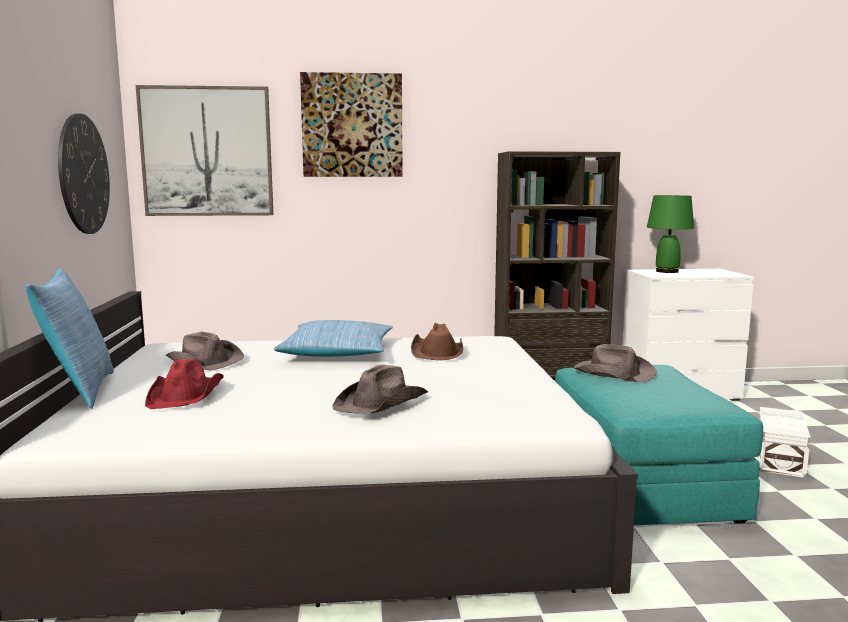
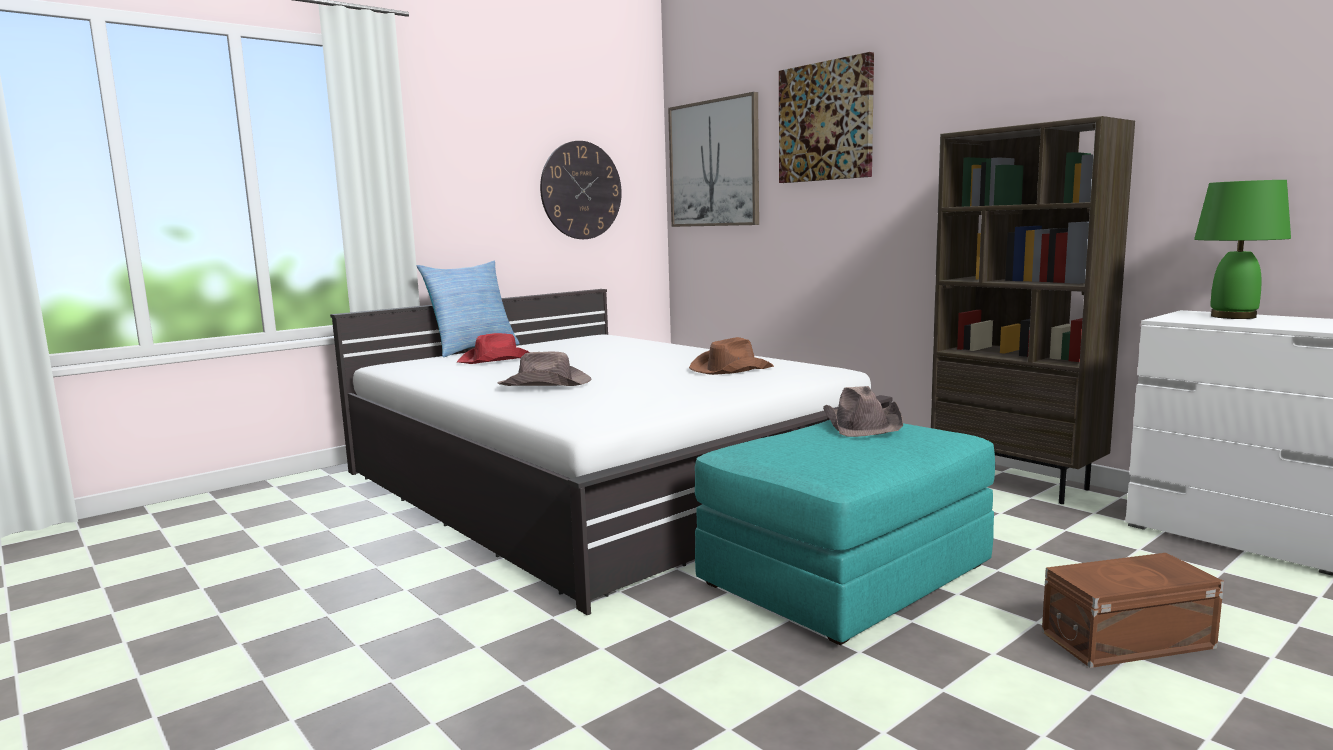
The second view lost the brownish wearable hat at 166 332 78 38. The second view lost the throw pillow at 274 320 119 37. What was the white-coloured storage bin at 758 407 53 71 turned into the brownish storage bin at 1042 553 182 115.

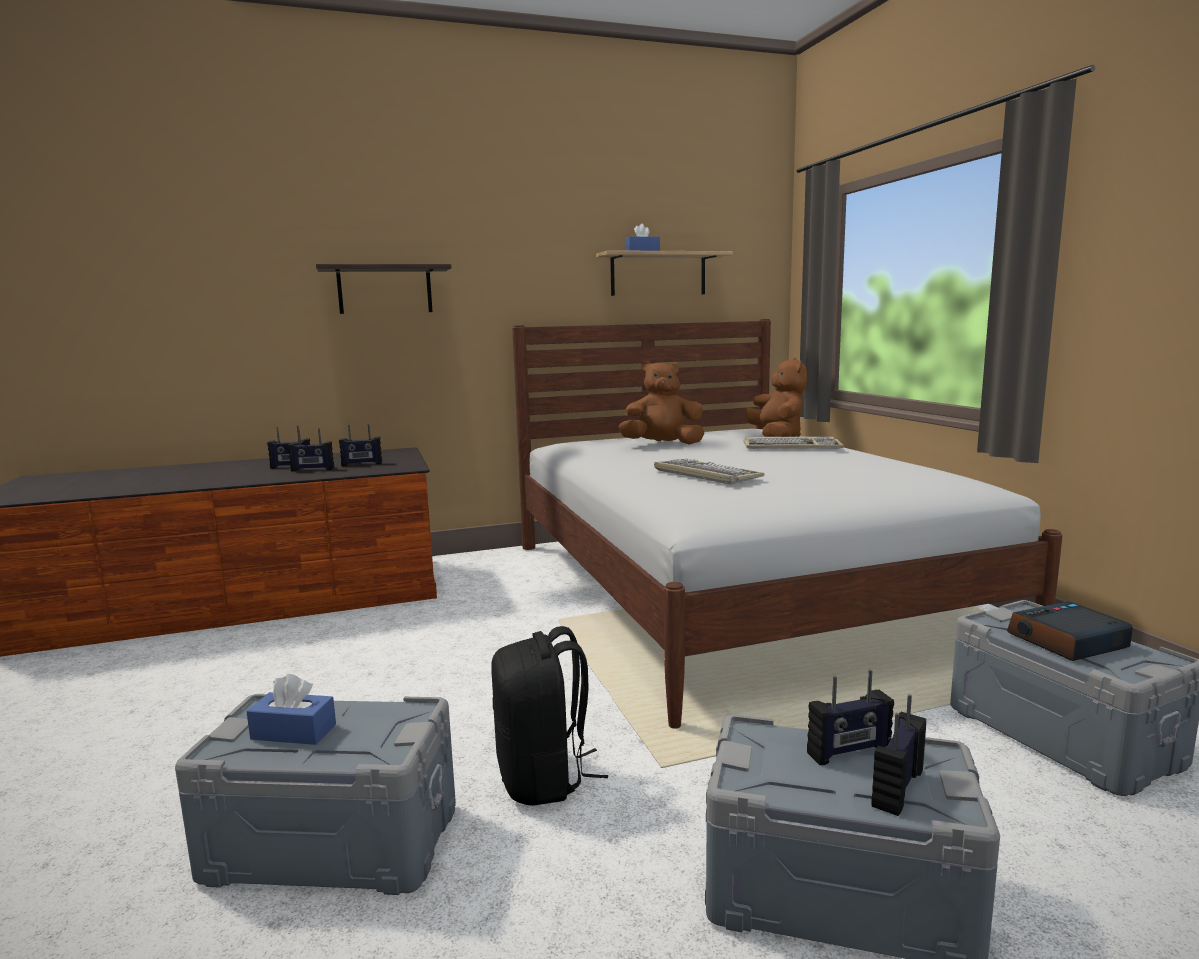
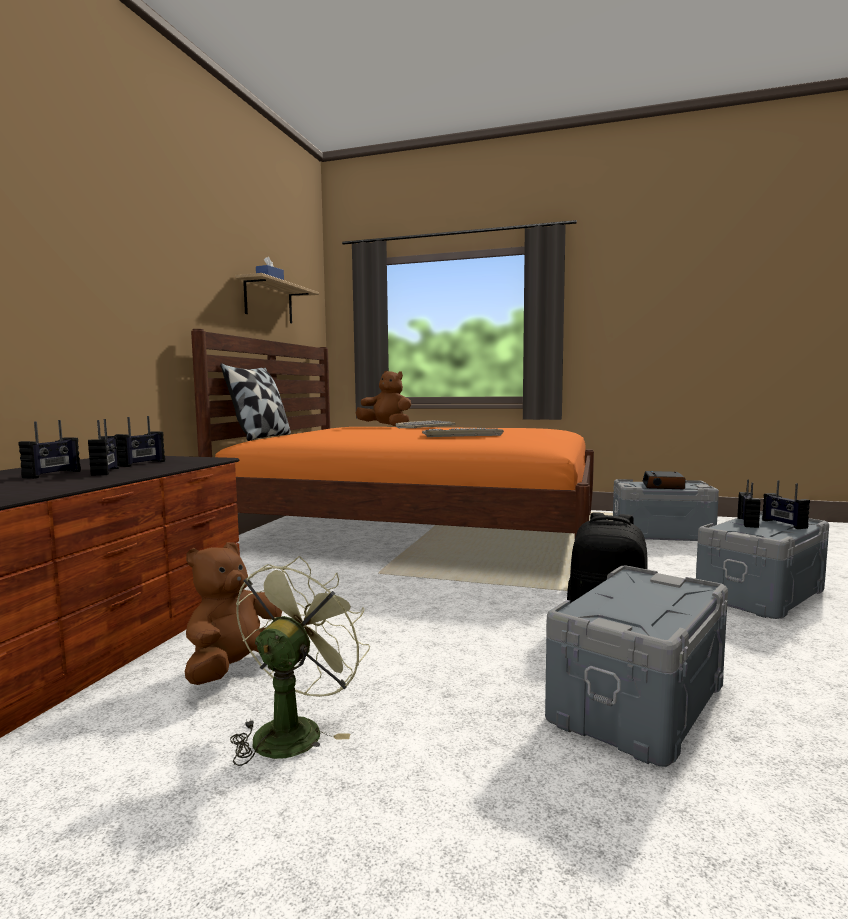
The second view lost the blue box of tissues at 246 674 90 71. The radio set at 288 428 46 44 ended up facing another way, 45 degrees counterclockwise from before. The second view lost the wall shelf at 316 264 135 50. What was the white-coloured bedroom bed at 512 319 551 410 turned into the orange bedroom bed at 191 329 403 208. The brownish cuddly toy ended up elsewhere, having gone from 619 361 85 83 to 185 542 97 143. The second view gained the throw pillow at 220 363 71 78. The second view gained the green-coloured fan at 230 556 140 210.

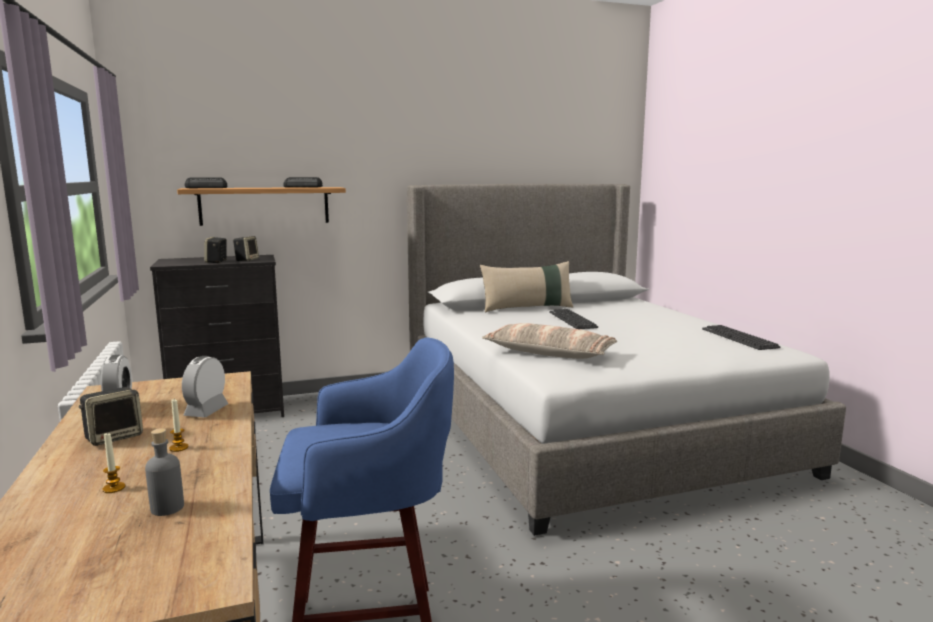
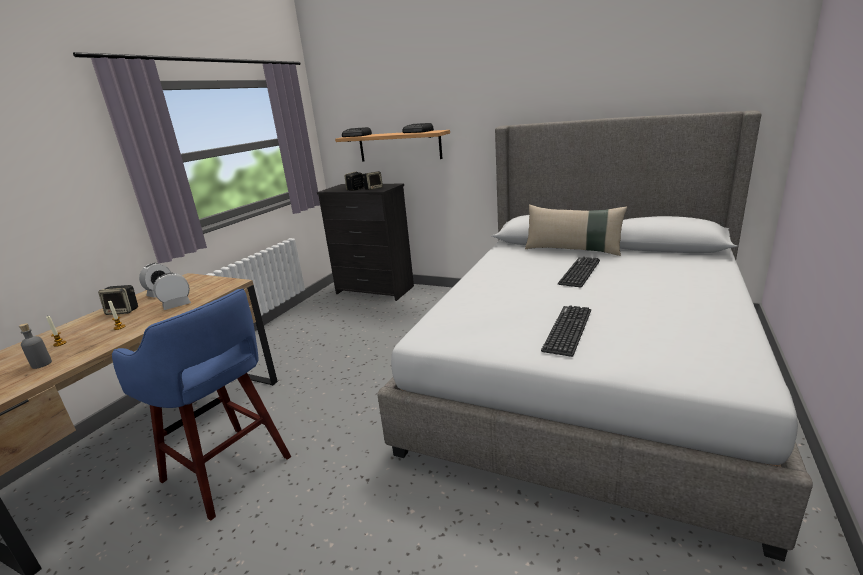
The second view lost the throw pillow at 482 323 135 36. The PC keyboard ended up elsewhere, having gone from 702 325 79 25 to 541 305 50 52.

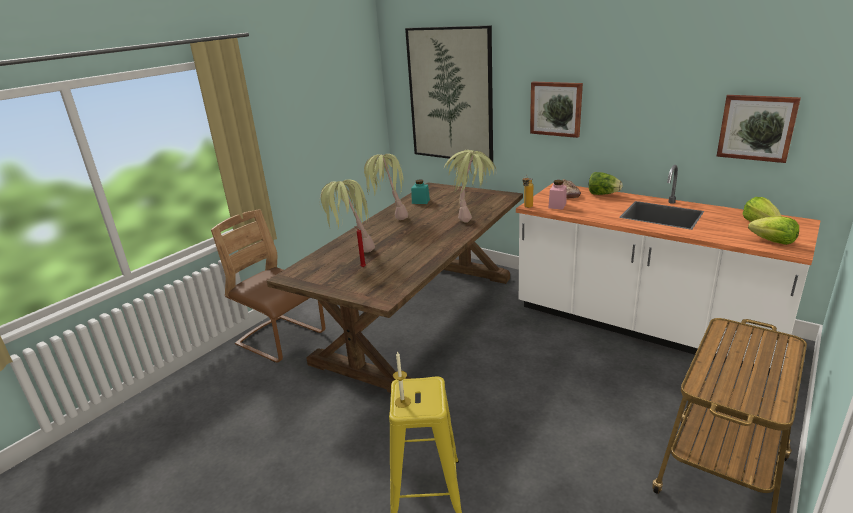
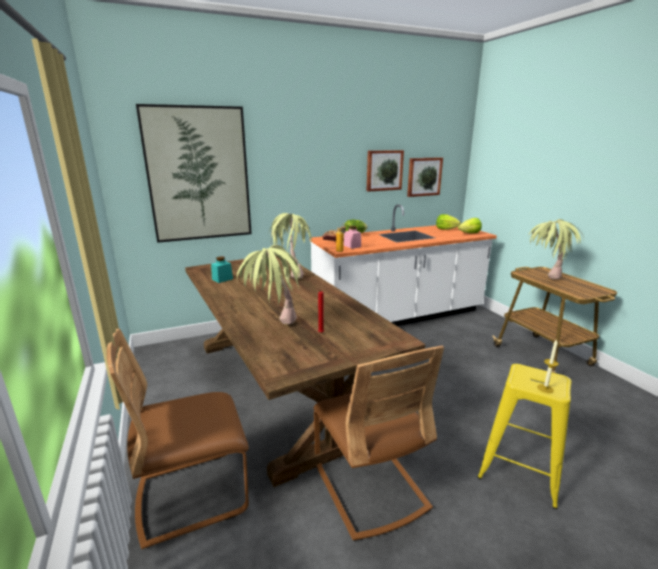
The houseplant ended up elsewhere, having gone from 364 154 44 66 to 528 219 56 60. The picture ended up elsewhere, having gone from 530 81 53 57 to 367 150 37 42. The second view gained the brownish chair at 314 345 130 196.

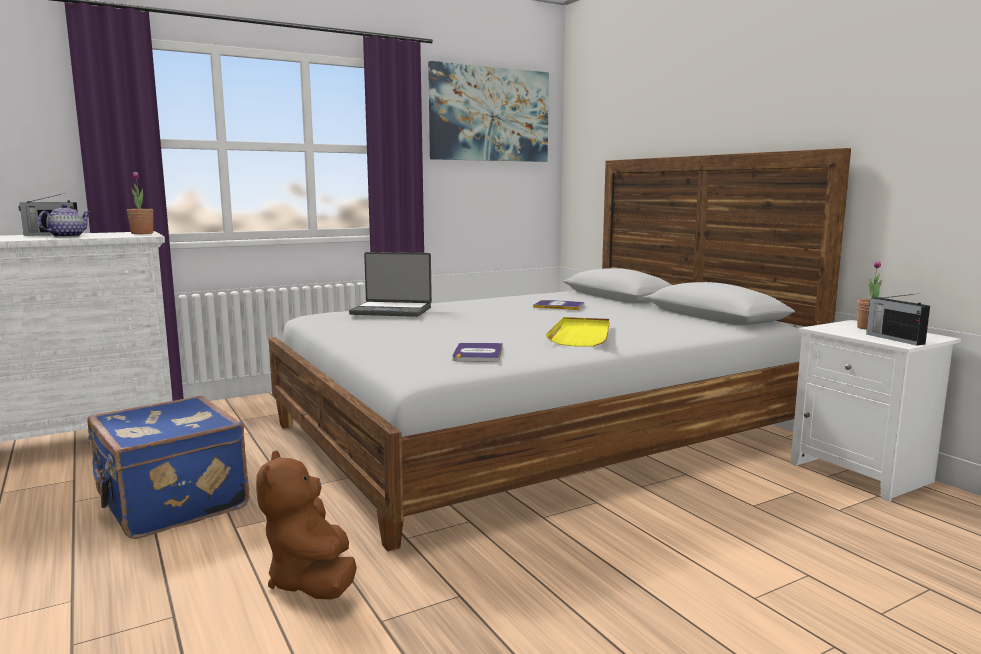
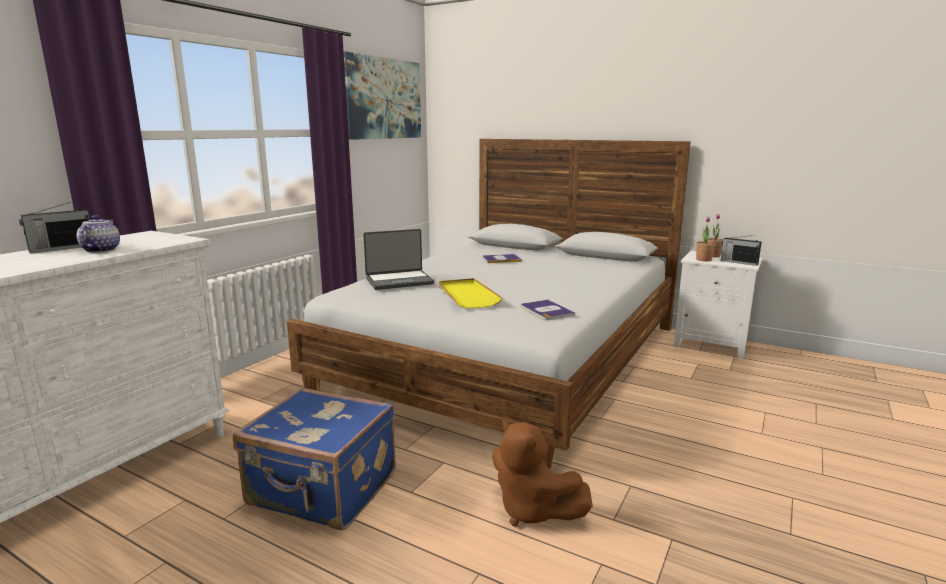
The houseplant ended up elsewhere, having gone from 127 172 27 62 to 696 217 19 45. The yellow-coloured carrying tray ended up elsewhere, having gone from 546 317 64 29 to 439 278 63 30.

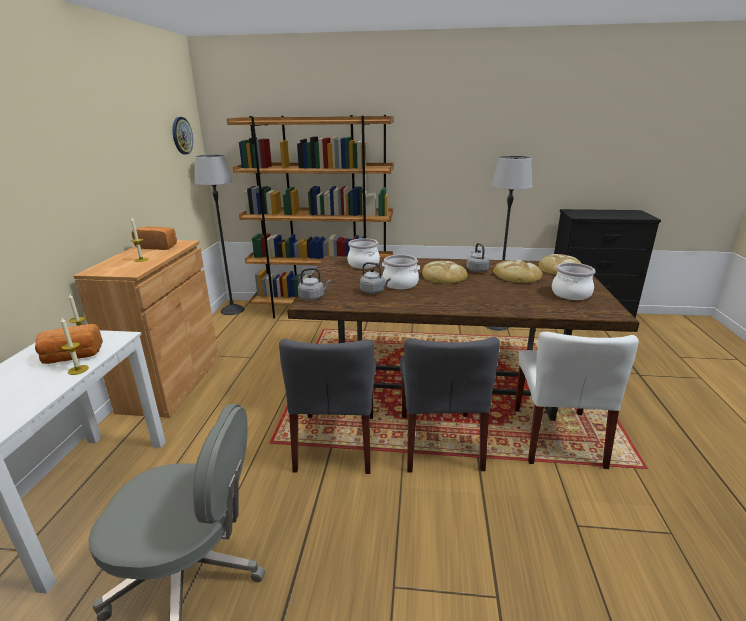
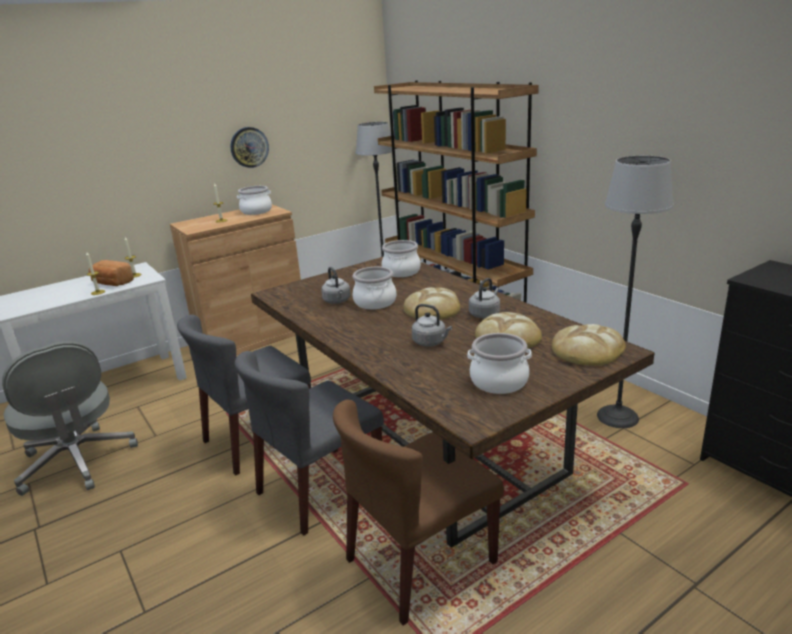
Where the bakery bread stood at 132 227 45 23, the saucepot came to stand at 237 186 35 29. The hanging clock ended up elsewhere, having gone from 173 117 20 38 to 230 127 39 41. The grey tea kettle ended up elsewhere, having gone from 298 268 33 33 to 412 304 40 42. What was the white-coloured chair at 514 332 125 137 turned into the brownish chair at 333 400 171 226.

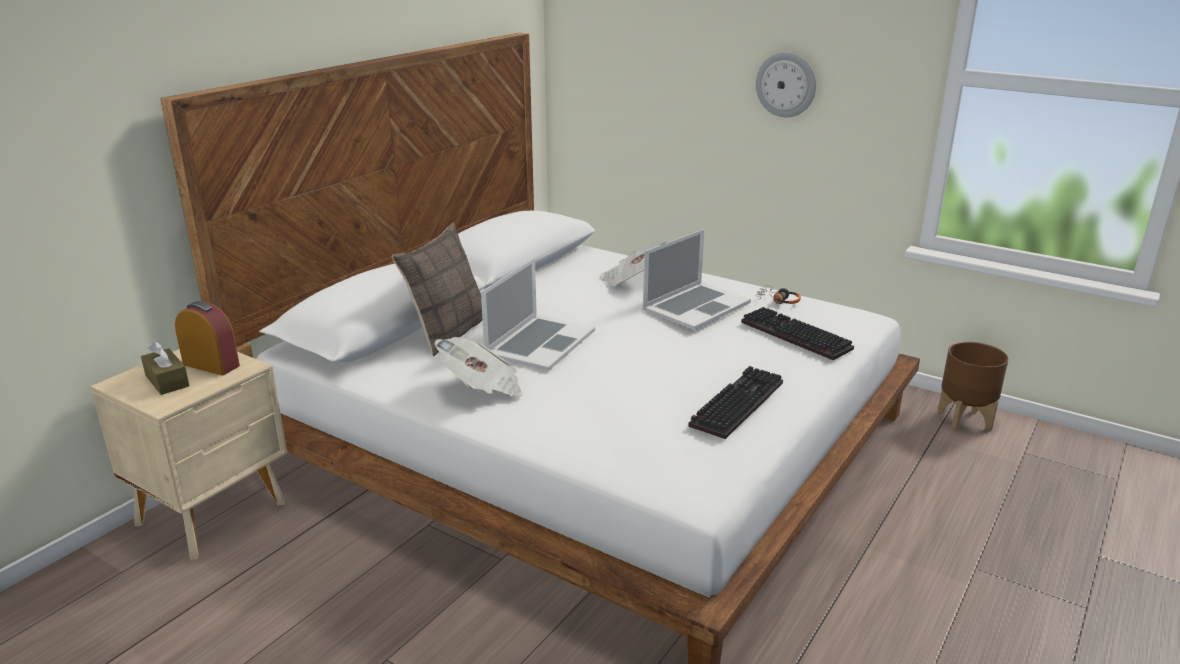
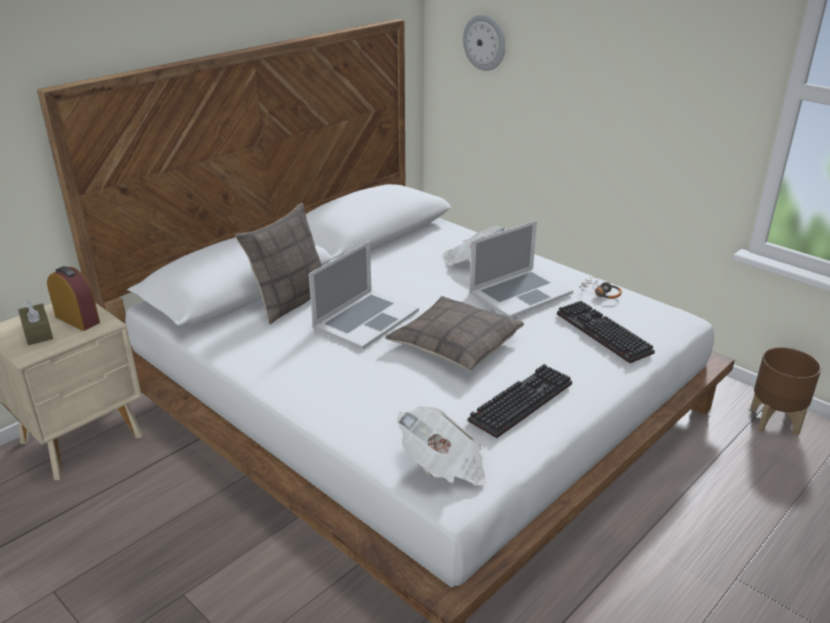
The newspaper ended up elsewhere, having gone from 434 337 88 60 to 397 407 89 79. The hanging clock ended up elsewhere, having gone from 756 52 60 65 to 463 14 42 57. The second view gained the throw pillow at 385 296 139 75.

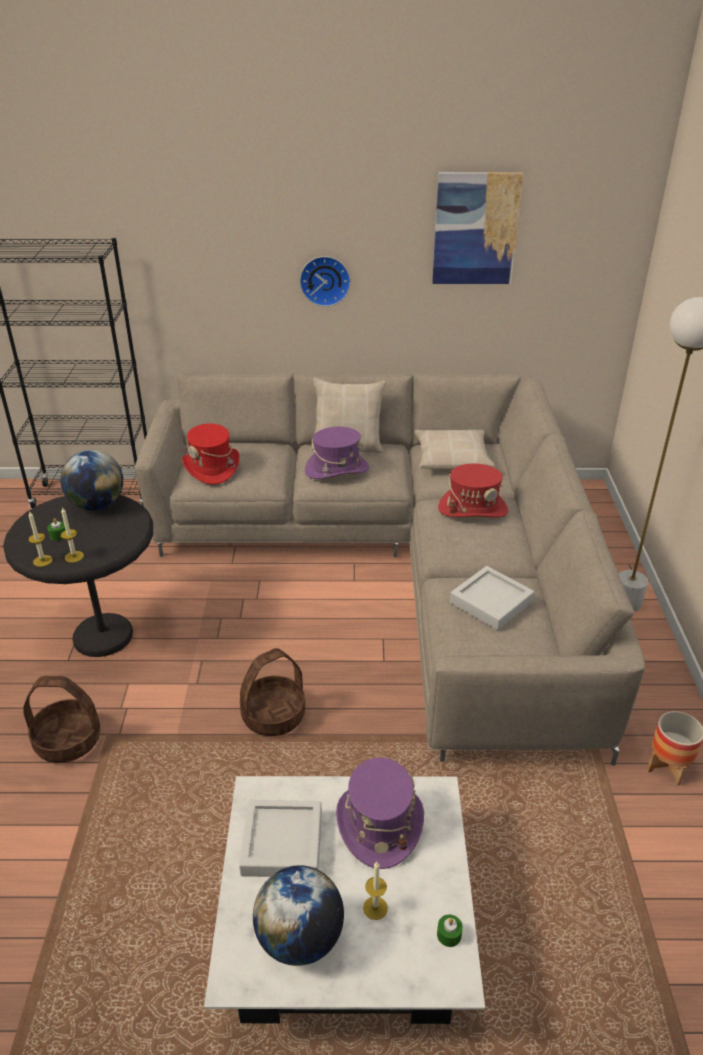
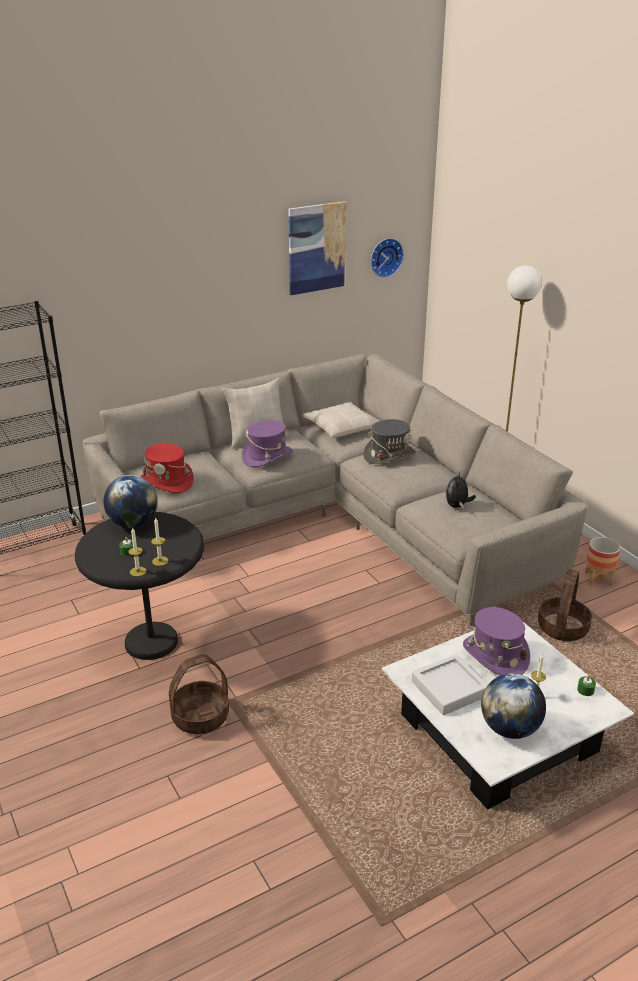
The storage basket ended up elsewhere, having gone from 240 648 65 88 to 538 569 54 72. The hanging clock ended up elsewhere, having gone from 299 256 52 51 to 371 238 33 40. What was the red-coloured wearable hat at 438 463 70 55 turned into the grey wearable hat at 364 419 52 45. Where the grey carrying tray stood at 450 566 85 64, the cuddly toy came to stand at 445 472 31 36.

